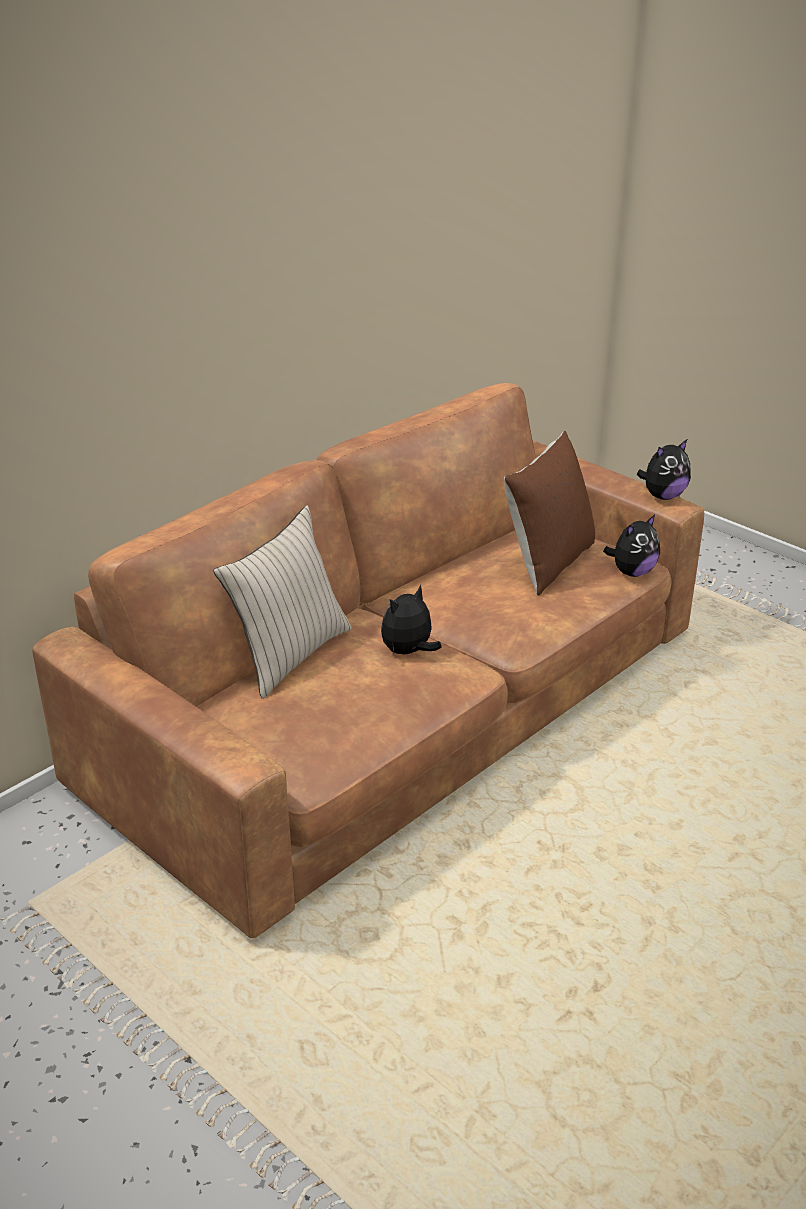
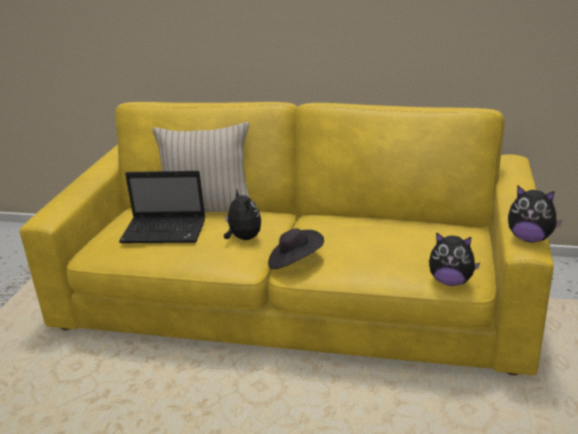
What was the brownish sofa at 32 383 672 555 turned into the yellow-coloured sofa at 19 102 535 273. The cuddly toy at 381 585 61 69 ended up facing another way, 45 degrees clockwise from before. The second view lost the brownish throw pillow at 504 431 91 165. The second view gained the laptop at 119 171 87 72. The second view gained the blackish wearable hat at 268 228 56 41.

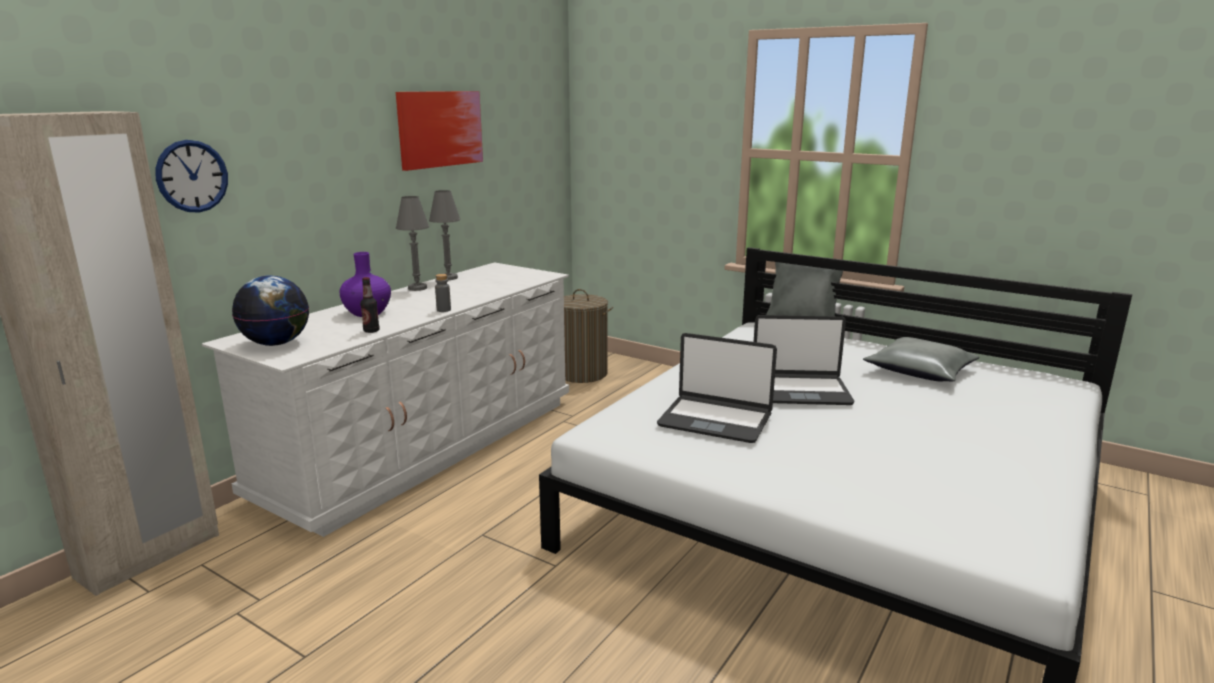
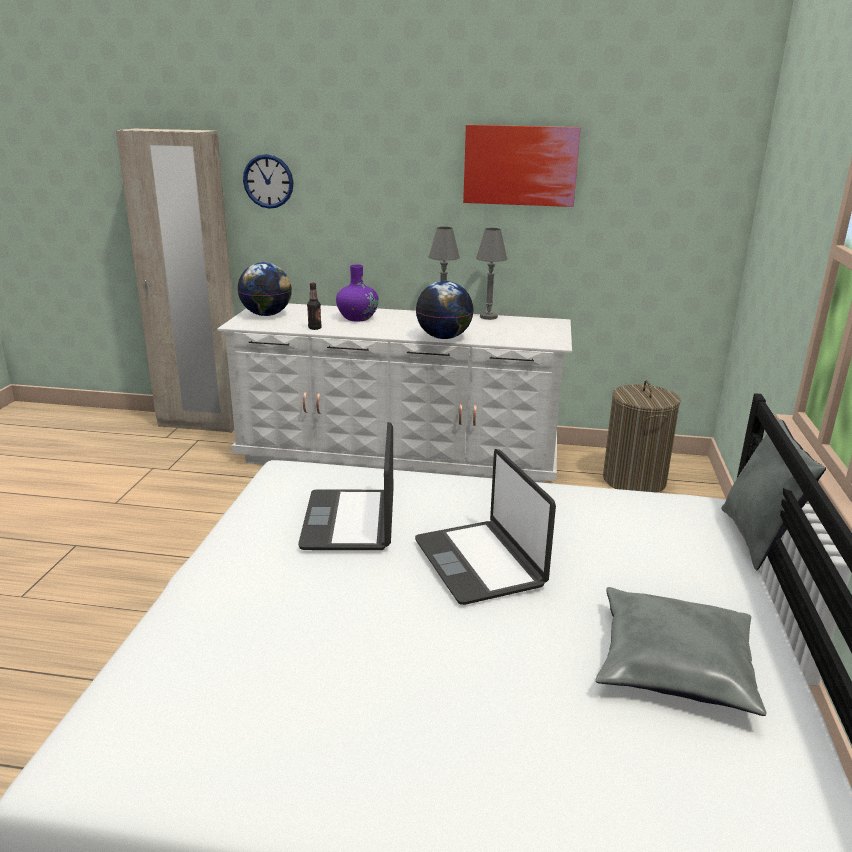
The second view lost the grey drink bottle at 435 274 16 38. The second view gained the desk globe at 416 281 58 58.

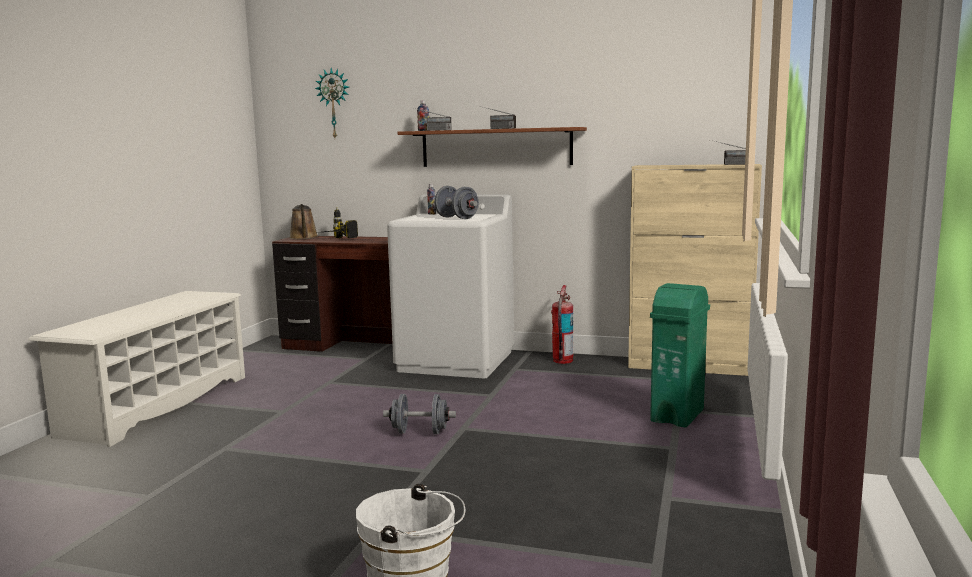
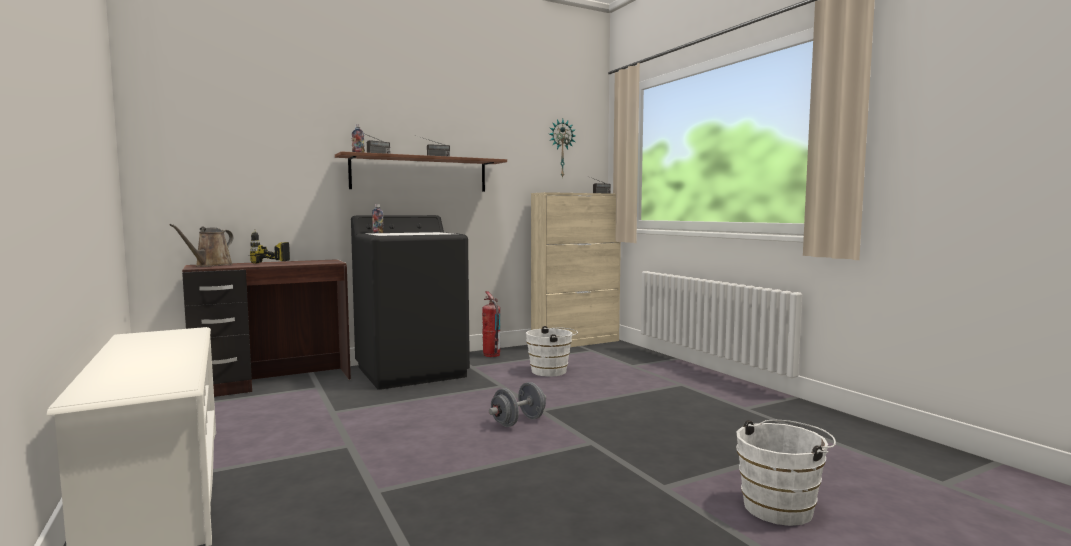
The brownish watering can at 290 204 28 35 ended up facing another way, 75 degrees clockwise from before. The hanging clock ended up elsewhere, having gone from 315 68 34 70 to 549 119 27 59. What was the white-coloured laundry machine at 387 194 127 184 turned into the blackish laundry machine at 351 215 119 175. The second view lost the grey hand weight at 434 186 45 33. The second view lost the green-coloured trash can at 650 283 60 145. The second view gained the white-coloured pail at 526 326 52 51.

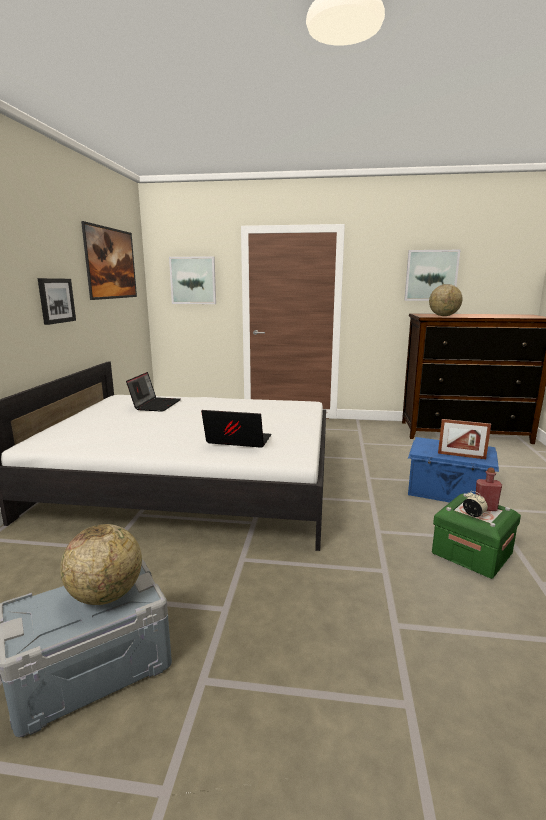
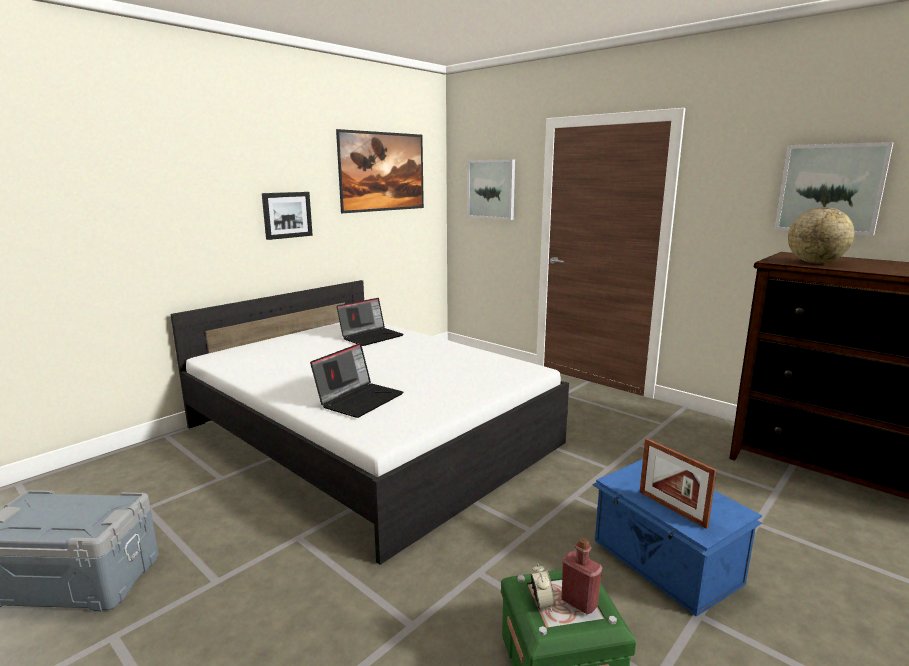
The second view lost the desk globe at 60 524 82 81. The laptop at 201 410 70 38 ended up facing another way, 75 degrees clockwise from before.

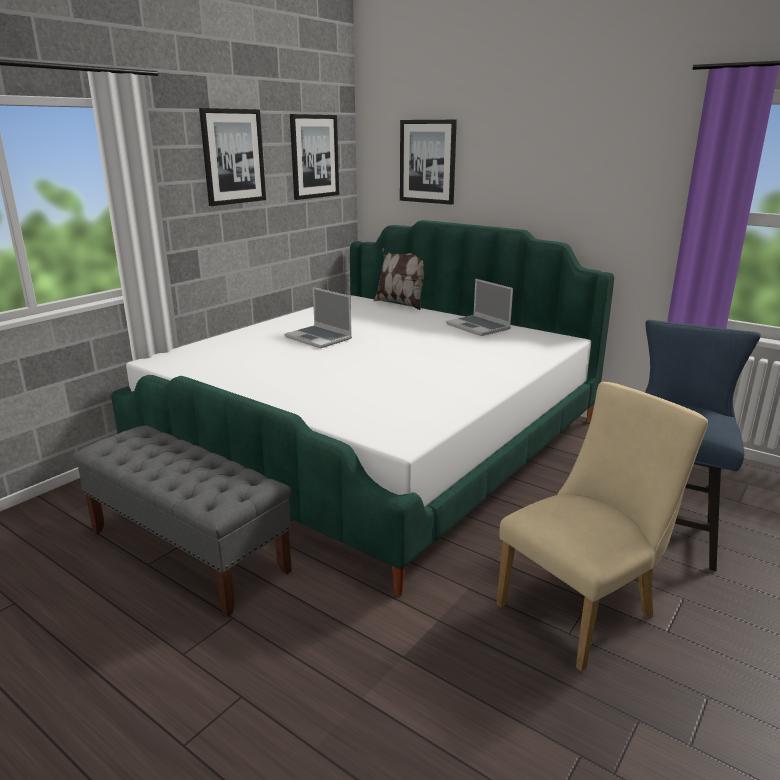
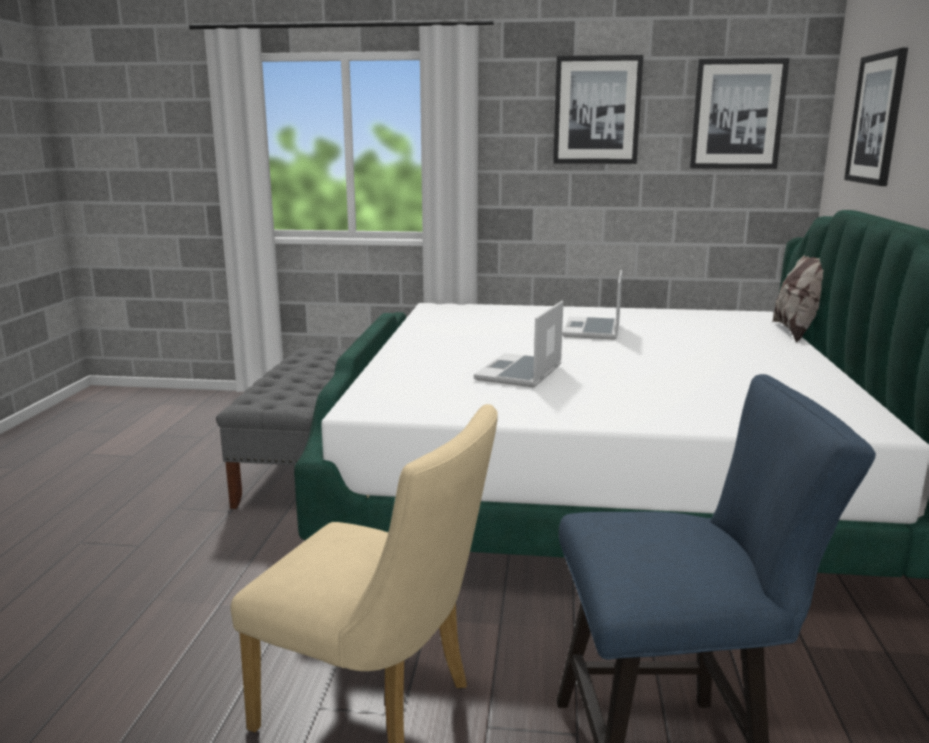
The laptop ended up elsewhere, having gone from 446 279 67 57 to 474 301 89 87.

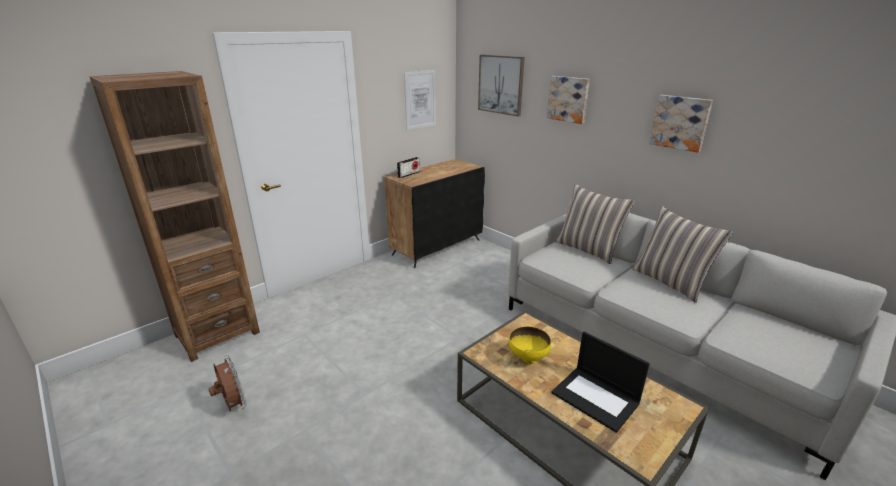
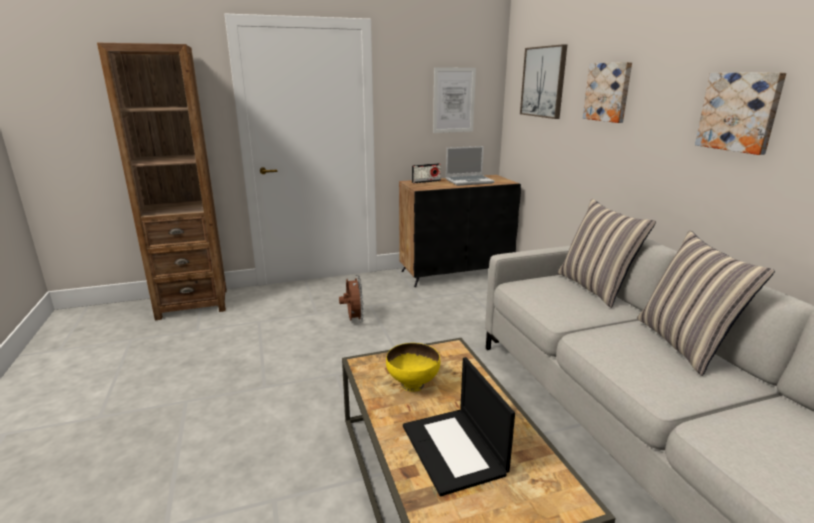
The brownish fan ended up elsewhere, having gone from 209 355 38 56 to 339 275 25 48. The second view gained the laptop at 445 146 50 40.

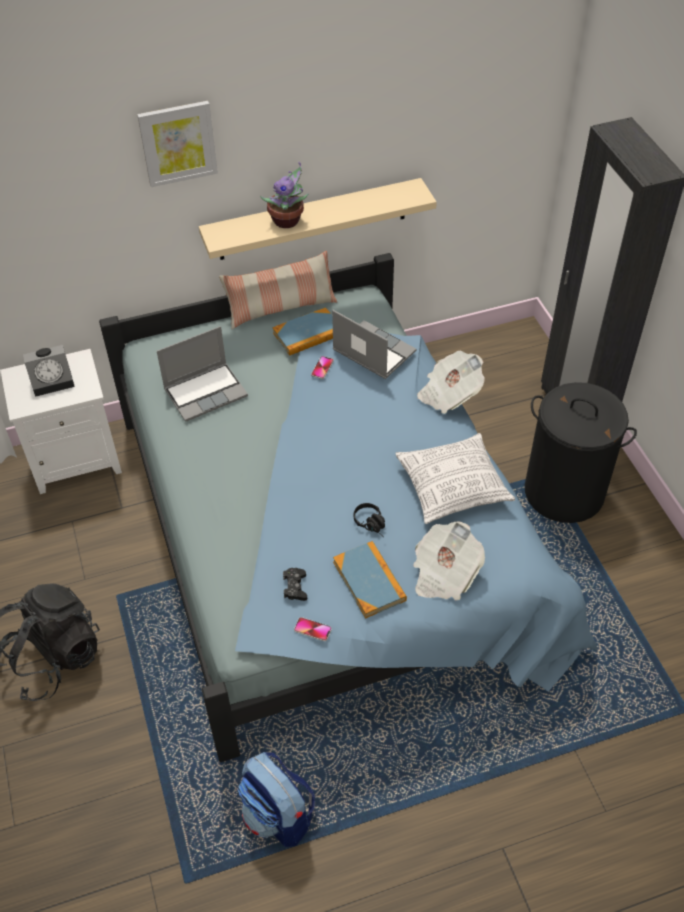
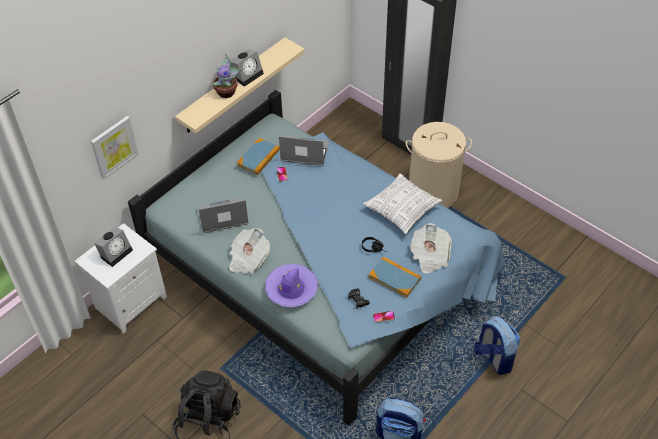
The picture ended up elsewhere, having gone from 137 101 81 86 to 91 116 48 64. The laptop at 157 326 91 96 ended up facing another way, 135 degrees counterclockwise from before. The second view lost the throw pillow at 219 251 118 78. The newspaper ended up elsewhere, having gone from 417 350 68 64 to 229 228 41 46. What was the blackish laundry basket at 525 382 112 141 turned into the sand-coloured laundry basket at 406 122 66 86. The second view gained the bedside clock at 230 49 34 38. The second view gained the purple wearable hat at 265 264 53 43. The second view gained the knapsack at 474 316 46 59.

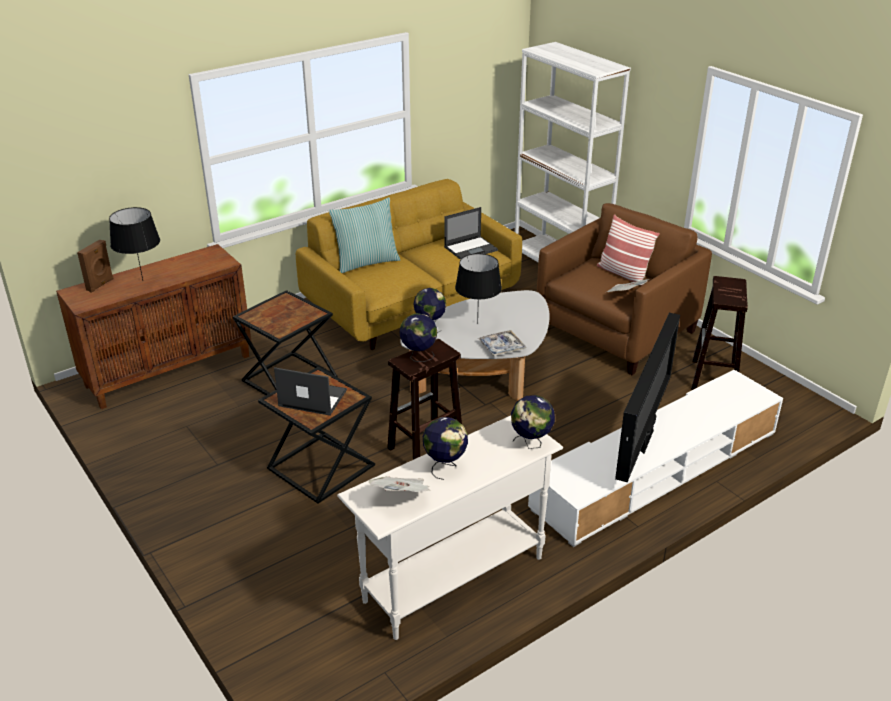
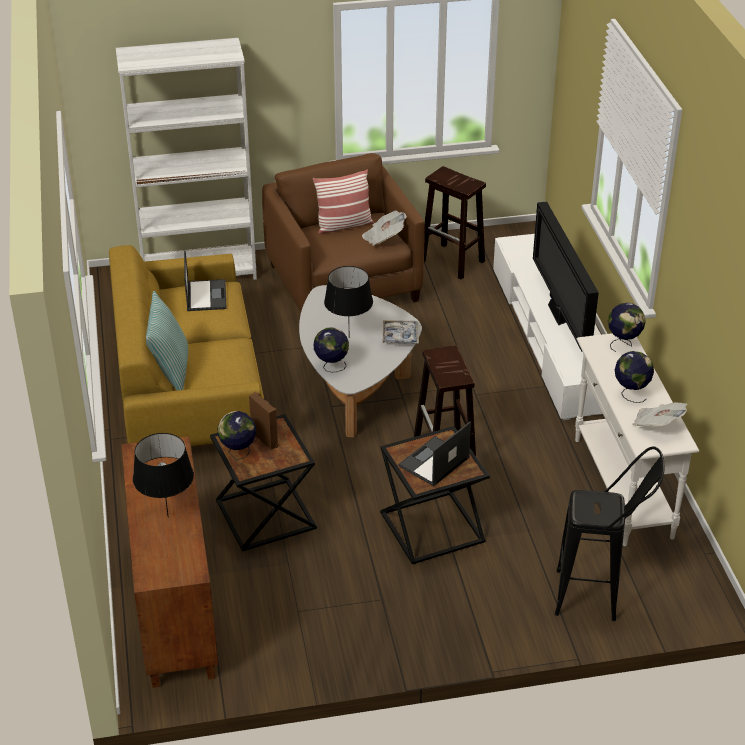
The brownish audio speaker ended up elsewhere, having gone from 77 240 37 53 to 249 392 30 58. The desk globe ended up elsewhere, having gone from 400 313 37 49 to 218 411 38 48. The TV at 615 313 65 169 ended up facing another way, 150 degrees counterclockwise from before. The second view gained the blackish sitting stool at 555 447 110 174.

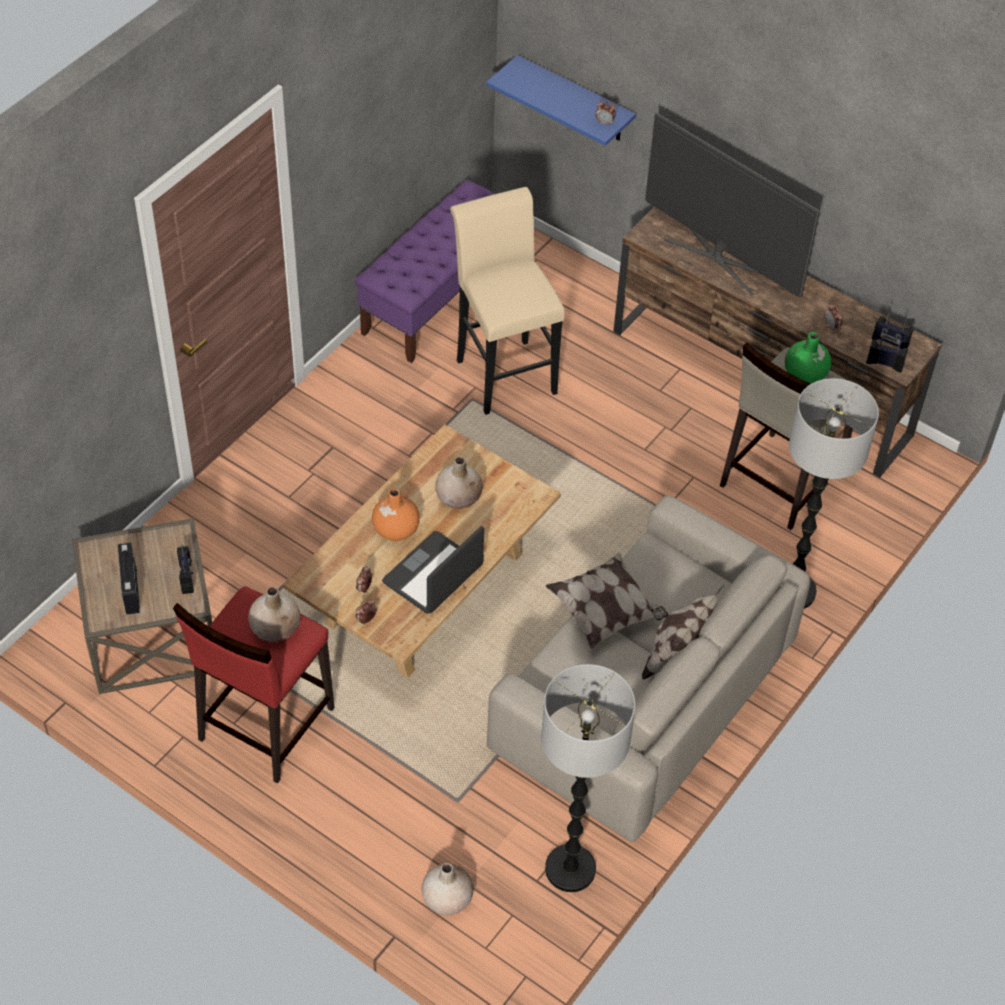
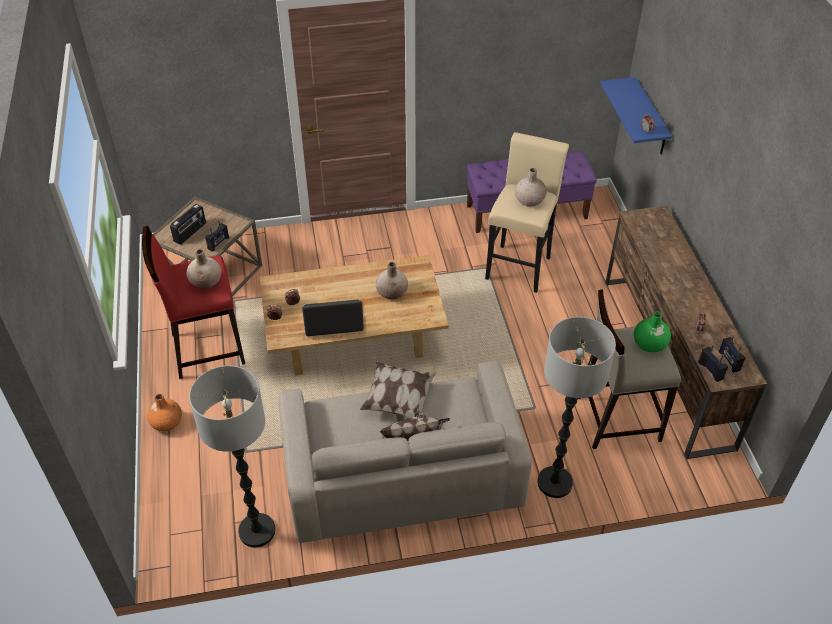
The orange flower vase ended up elsewhere, having gone from 372 488 48 53 to 147 394 35 37. The sand-coloured flower vase ended up elsewhere, having gone from 422 862 51 54 to 515 168 31 39. The second view lost the TV at 645 113 175 184.

